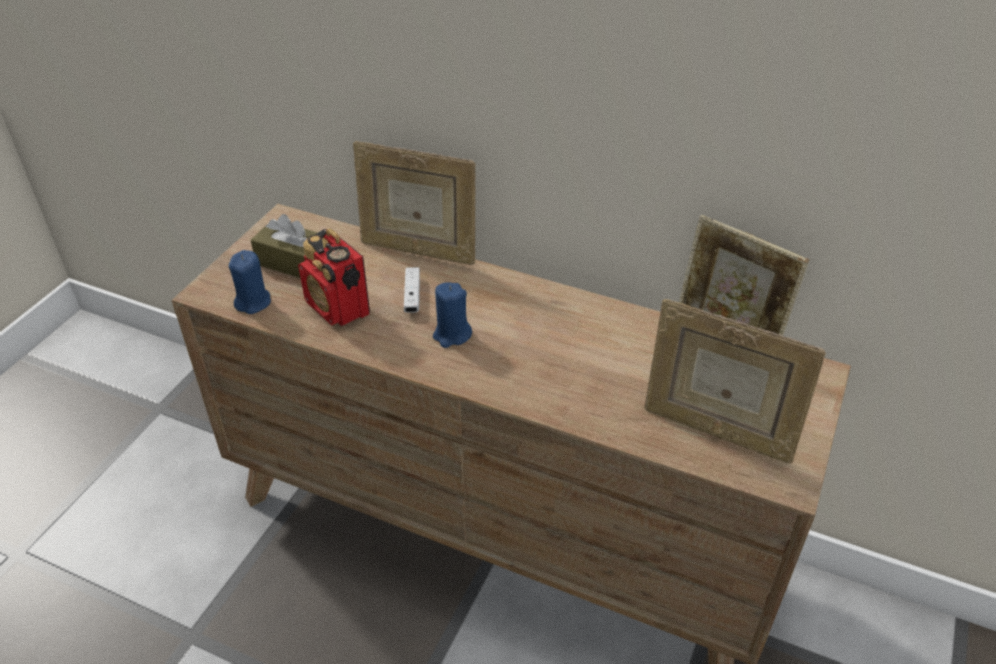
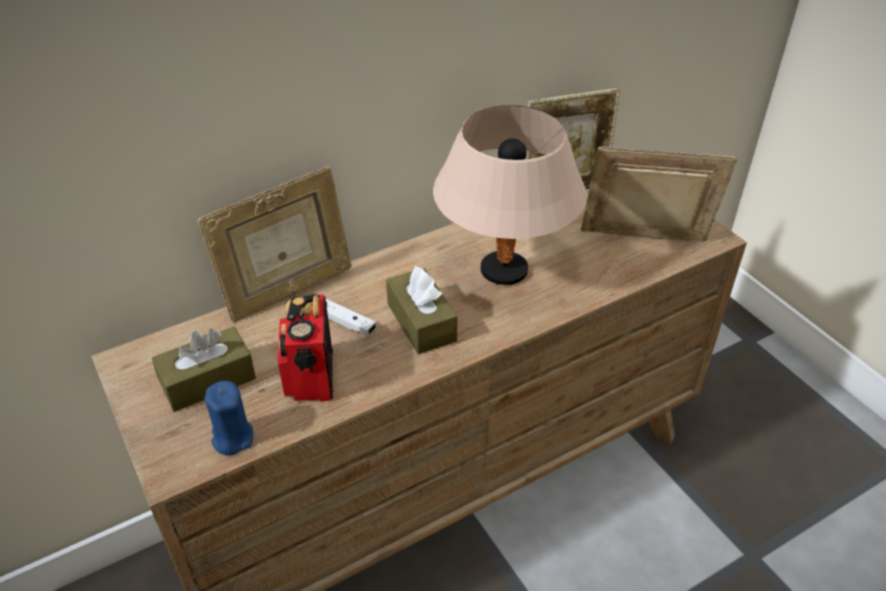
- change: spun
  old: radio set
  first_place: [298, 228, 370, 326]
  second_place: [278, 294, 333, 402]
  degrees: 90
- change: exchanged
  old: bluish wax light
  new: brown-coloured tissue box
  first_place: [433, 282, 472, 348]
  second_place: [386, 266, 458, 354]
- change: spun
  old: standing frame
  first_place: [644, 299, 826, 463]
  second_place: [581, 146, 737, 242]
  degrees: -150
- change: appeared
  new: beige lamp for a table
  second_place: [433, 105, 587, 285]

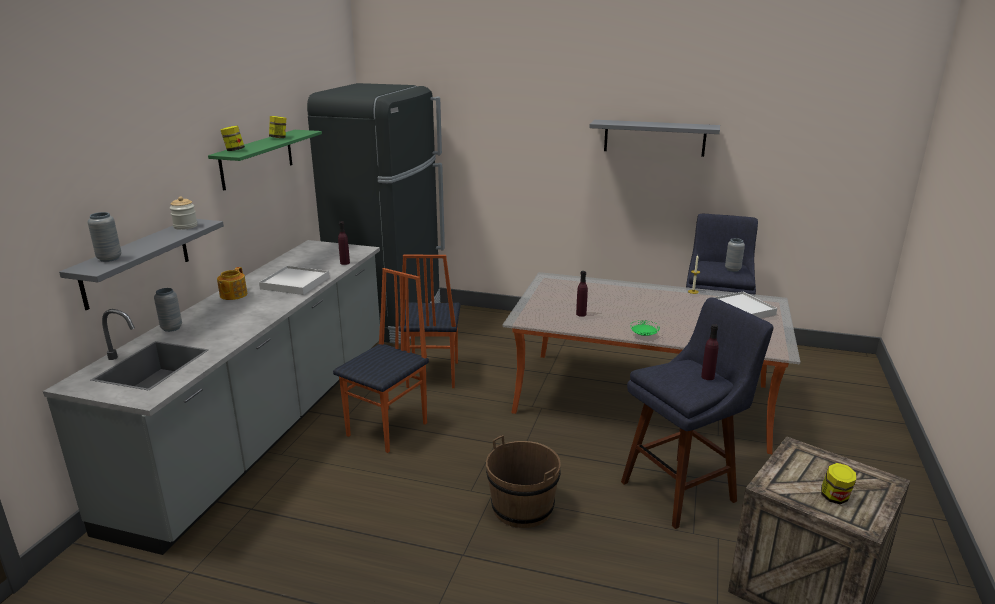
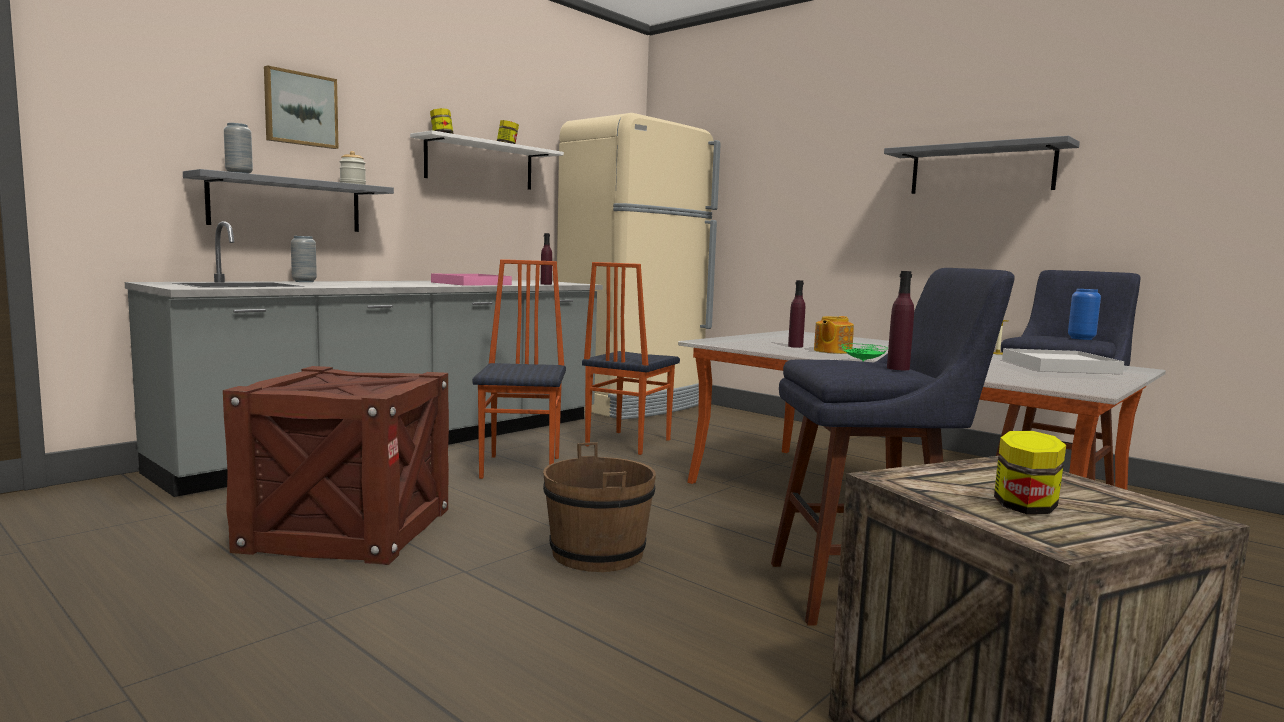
- change: colour
  old: green shelf
  new: white-coloured shelf
  first_place: [208, 130, 322, 191]
  second_place: [410, 130, 564, 190]
- change: relocated
  old: tea pot
  first_place: [217, 267, 247, 300]
  second_place: [814, 316, 854, 354]
- change: colour
  old: white-coloured carrying tray
  new: pink-coloured carrying tray
  first_place: [259, 266, 329, 295]
  second_place: [431, 274, 512, 286]
- change: colour
  old: black fridge
  new: beige fridge
  first_place: [307, 83, 445, 344]
  second_place: [557, 113, 721, 420]
- change: spun
  old: plain chair
  first_place: [333, 268, 429, 453]
  second_place: [472, 259, 566, 479]
  degrees: -60
- change: colour
  old: greyish vase
  new: bluish vase
  first_place: [725, 238, 745, 272]
  second_place: [1068, 289, 1101, 340]
- change: appeared
  new: crate
  second_place: [223, 366, 449, 565]
- change: appeared
  new: wall picture
  second_place: [264, 65, 338, 149]

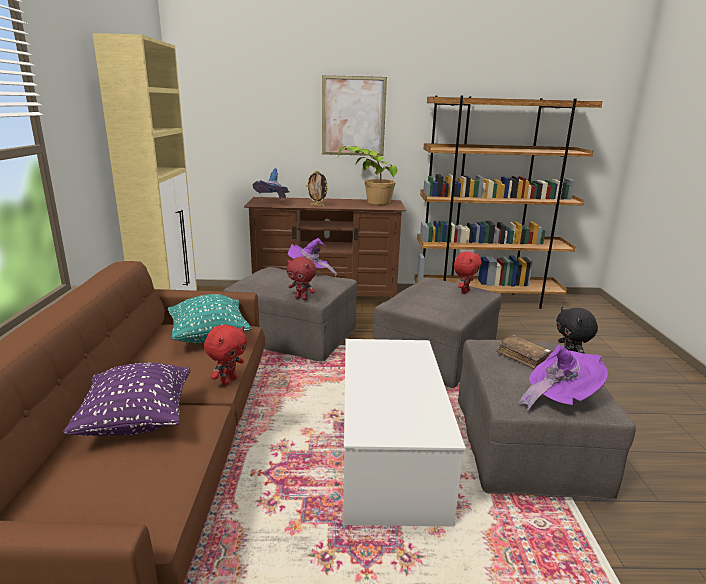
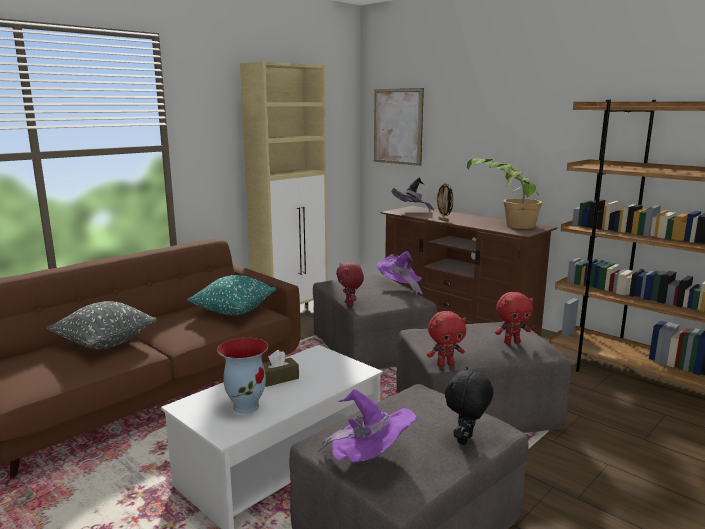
- change: colour
  old: purple throw pillow
  new: greyish throw pillow
  first_place: [63, 363, 190, 436]
  second_place: [47, 301, 157, 349]
- change: relocated
  old: red soft toy
  first_place: [204, 324, 247, 385]
  second_place: [427, 311, 466, 367]
- change: colour
  old: bluish clothing hat
  new: black clothing hat
  first_place: [253, 168, 290, 199]
  second_place: [391, 178, 435, 211]
- change: relocated
  old: wall picture
  first_place: [322, 75, 387, 156]
  second_place: [374, 88, 424, 166]
- change: missing
  old: brown-coloured volume
  first_place: [496, 334, 553, 370]
- change: appeared
  new: vase
  second_place: [217, 338, 268, 414]
- change: appeared
  new: brown-coloured tissue box
  second_place: [263, 350, 299, 387]

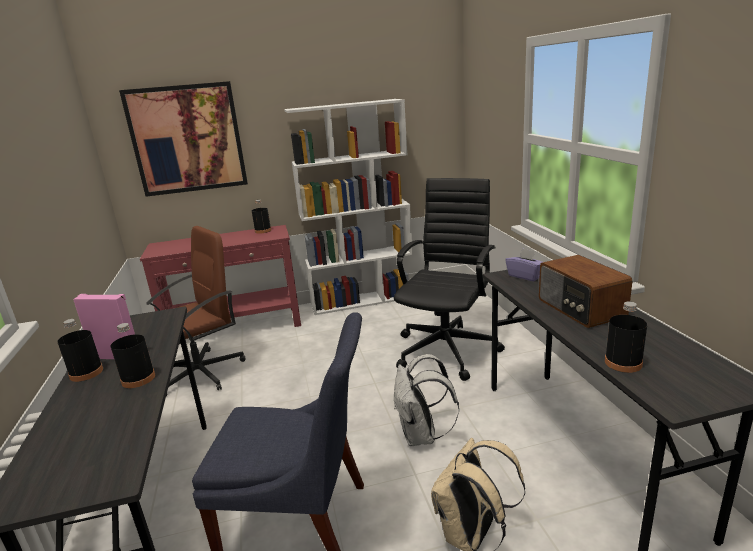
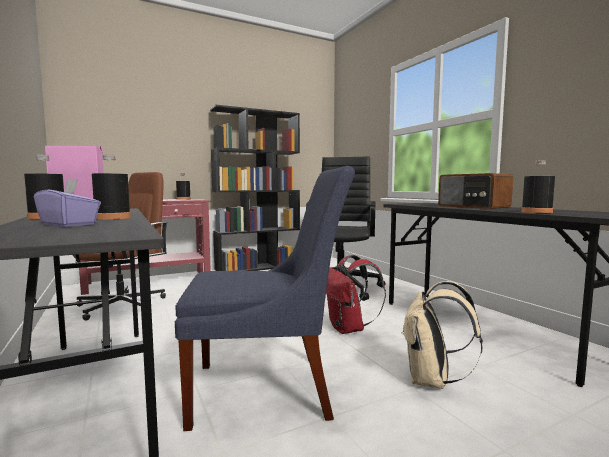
- change: missing
  old: wall picture
  first_place: [119, 81, 248, 197]
- change: colour
  old: white-coloured bookshelf
  new: black bookshelf
  first_place: [284, 99, 413, 315]
  second_place: [210, 105, 300, 271]
- change: colour
  old: white-coloured backpack
  new: red backpack
  first_place: [394, 354, 459, 446]
  second_place: [326, 255, 386, 334]
- change: relocated
  old: purple tissue box
  first_place: [505, 248, 543, 281]
  second_place: [34, 179, 101, 227]

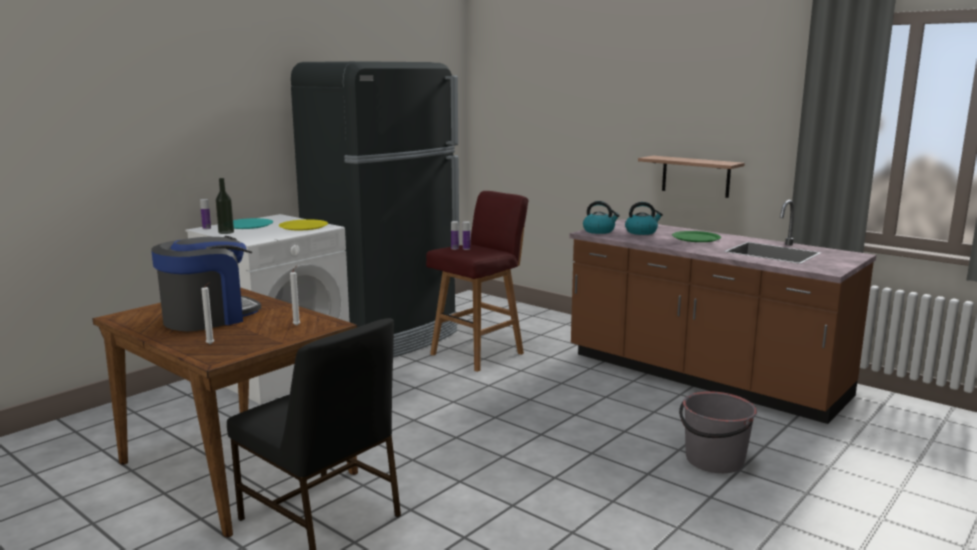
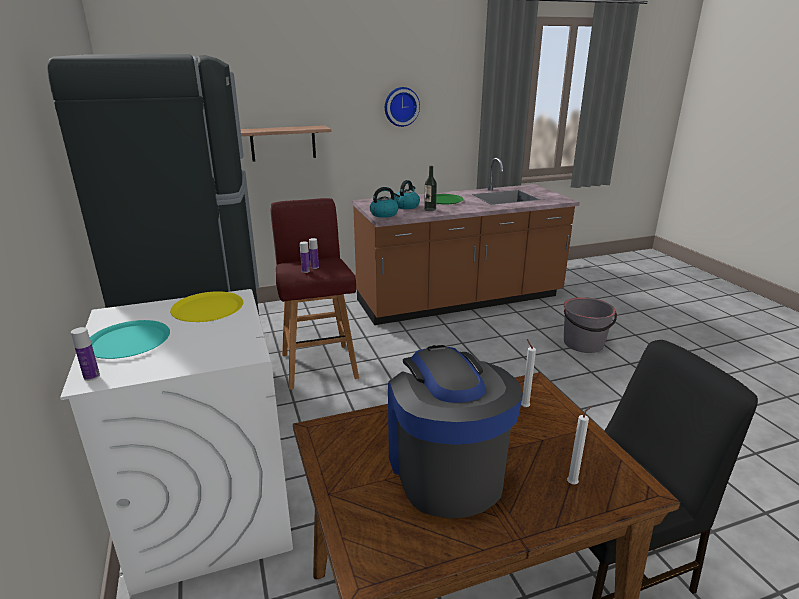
- change: relocated
  old: beverage bottle
  first_place: [215, 178, 234, 234]
  second_place: [424, 166, 437, 211]
- change: relocated
  old: shelf
  first_place: [638, 156, 745, 198]
  second_place: [240, 125, 331, 161]
- change: appeared
  new: wall clock
  second_place: [385, 87, 420, 127]

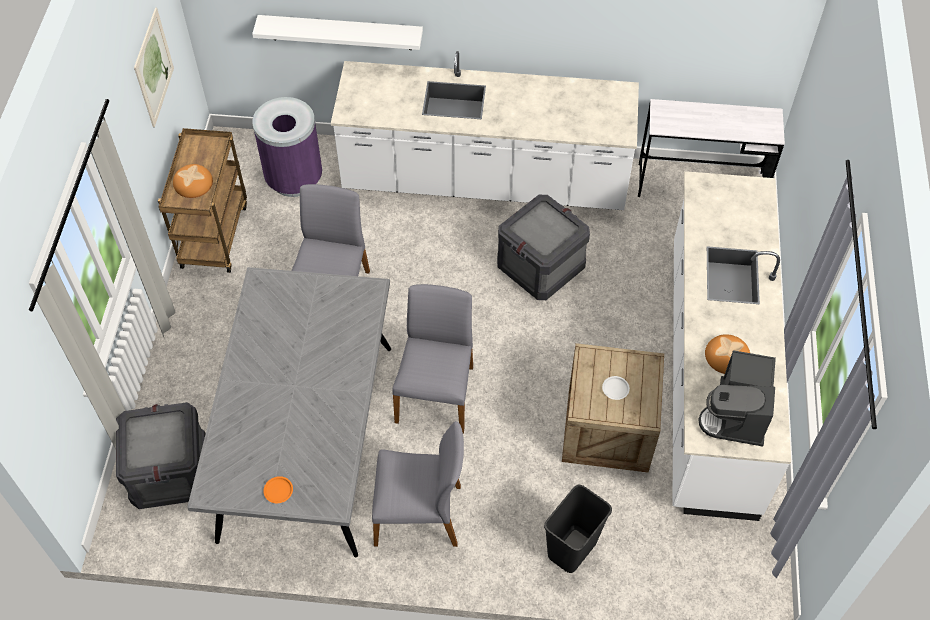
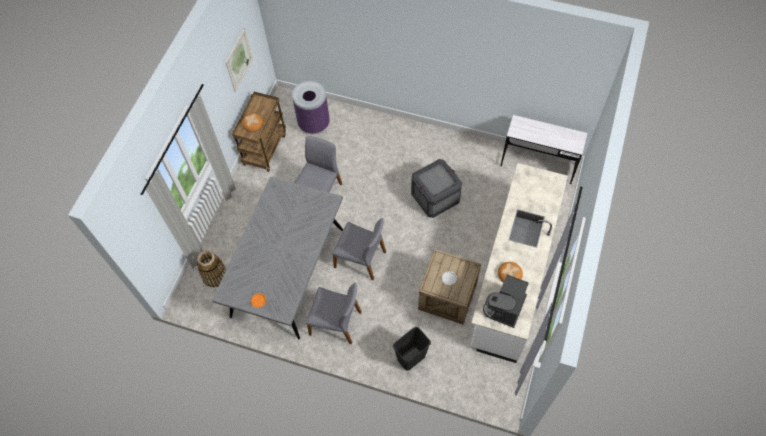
- change: exchanged
  old: crate
  new: household basket
  first_place: [116, 402, 206, 509]
  second_place: [197, 250, 227, 287]
- change: missing
  old: white-coloured shelf
  first_place: [252, 15, 423, 50]
- change: missing
  old: white-coloured kitchen counter
  first_place: [331, 51, 639, 210]
- change: spun
  old: greyish plain chair
  first_place: [392, 284, 473, 434]
  second_place: [332, 218, 386, 280]
  degrees: 90

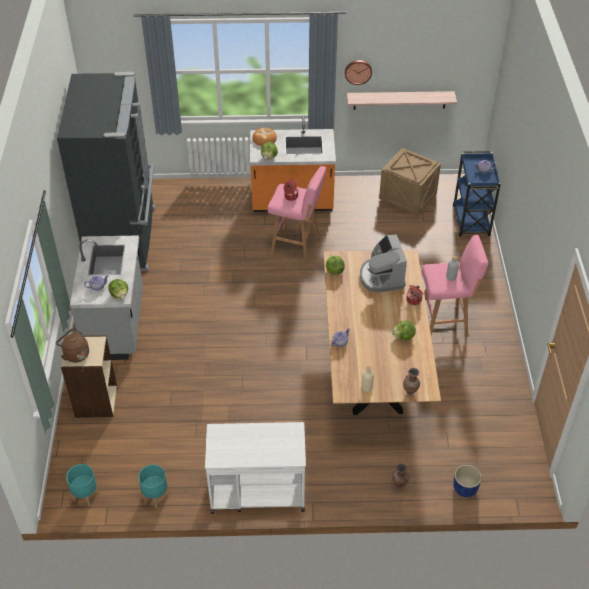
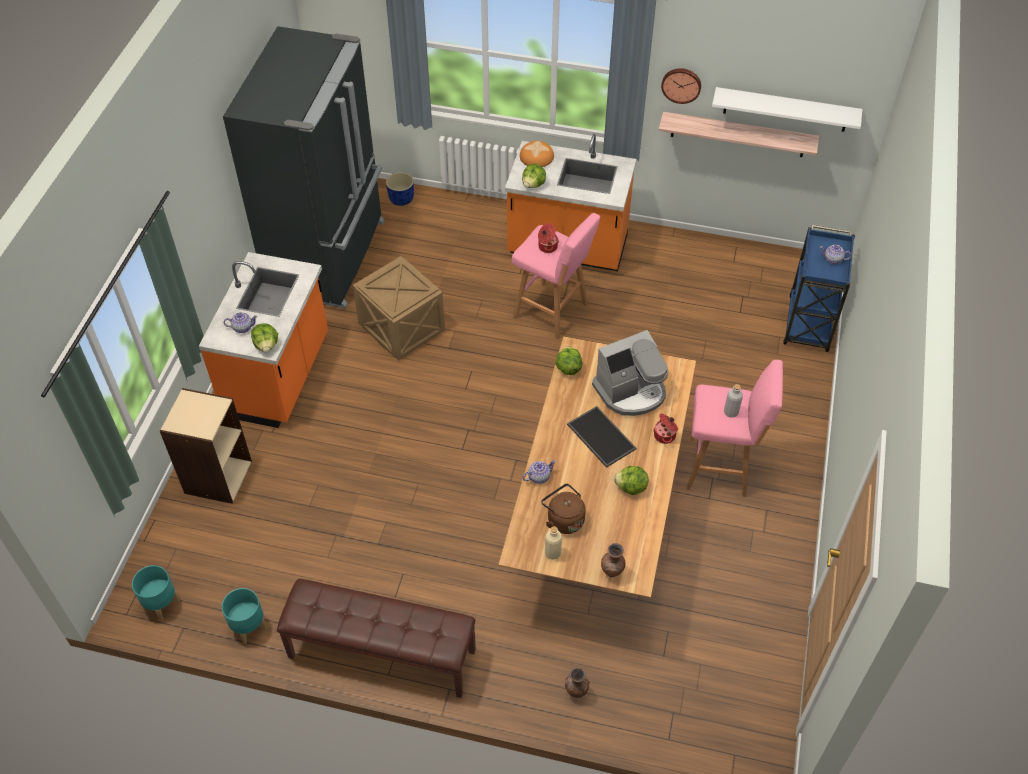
- change: relocated
  old: brown-coloured kettle
  first_place: [56, 329, 89, 363]
  second_place: [541, 484, 586, 534]
- change: colour
  old: greyish kitchen counter
  new: orangey kitchen counter
  first_place: [70, 236, 143, 360]
  second_place: [199, 252, 328, 428]
- change: exchanged
  old: white-coloured wheeled cart
  new: brown-coloured bench
  first_place: [205, 422, 306, 514]
  second_place: [277, 579, 476, 698]
- change: spun
  old: coffee machine
  first_place: [360, 234, 407, 293]
  second_place: [592, 330, 668, 416]
  degrees: -120
- change: relocated
  old: crate
  first_place: [379, 148, 441, 215]
  second_place: [353, 256, 445, 361]
- change: relocated
  old: bluish plant pot
  first_place: [454, 465, 482, 497]
  second_place: [386, 172, 414, 206]
- change: appeared
  new: carrying tray
  second_place: [567, 406, 636, 468]
- change: appeared
  new: white-coloured shelf
  second_place: [712, 87, 863, 132]

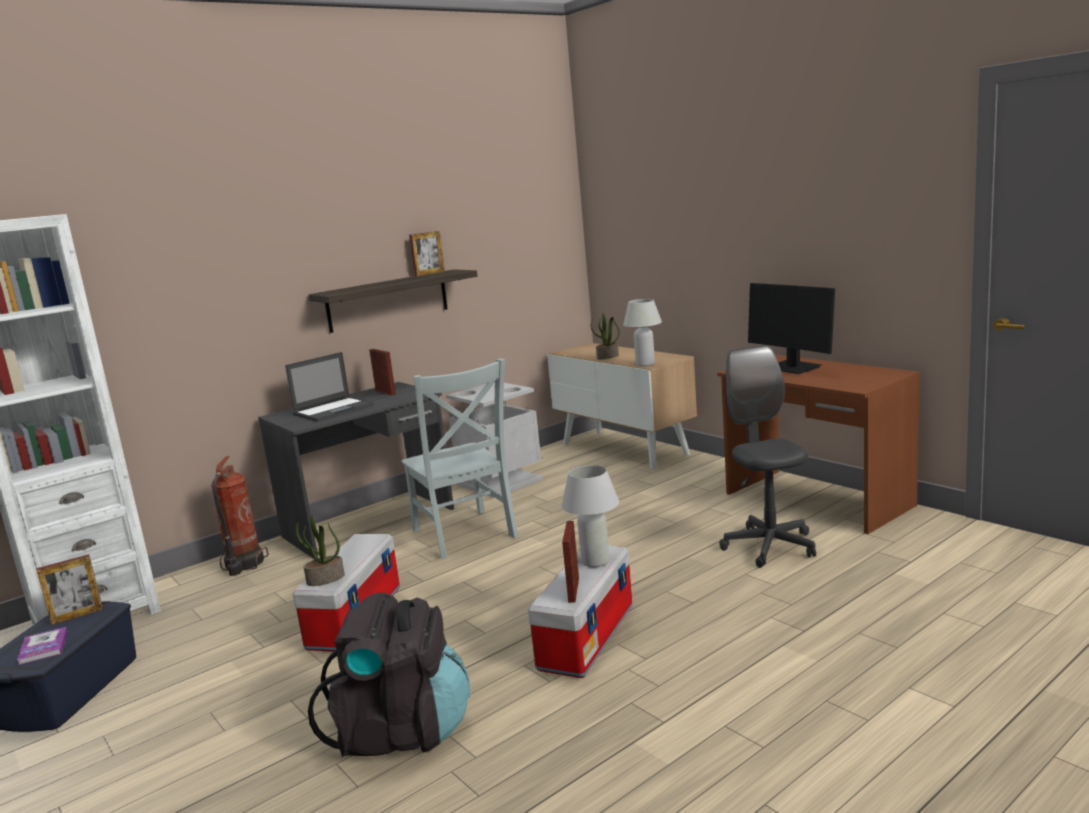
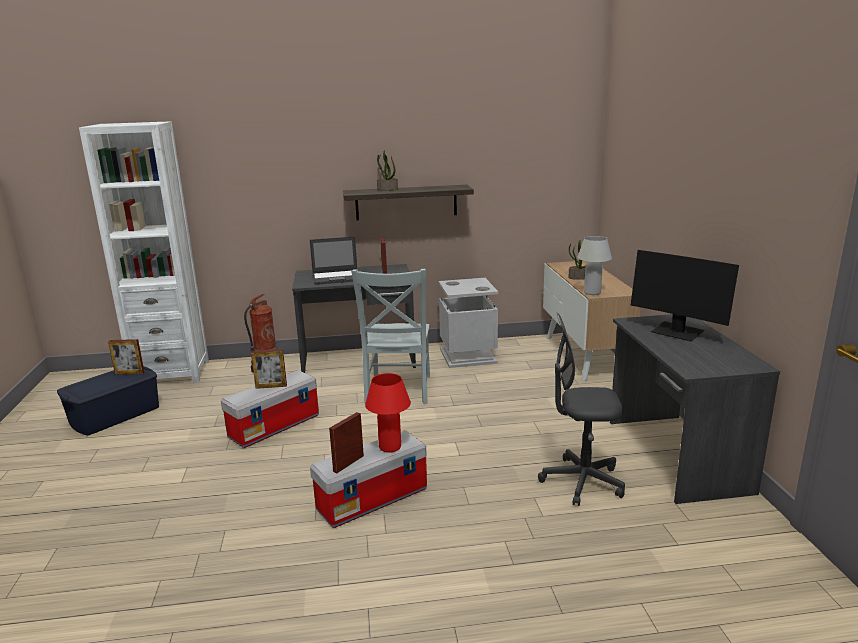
- change: missing
  old: volume
  first_place: [17, 627, 68, 665]
- change: relocated
  old: plant in a pot
  first_place: [296, 515, 345, 586]
  second_place: [377, 150, 398, 191]
- change: missing
  old: black backpack
  first_place: [308, 593, 470, 757]
- change: relocated
  old: standing frame
  first_place: [409, 231, 445, 276]
  second_place: [251, 349, 287, 389]
- change: colour
  old: white-coloured lamp for a table
  new: red lamp for a table
  first_place: [561, 465, 619, 567]
  second_place: [365, 373, 411, 453]
- change: colour
  old: brown-coloured desk
  new: greyish desk
  first_place: [717, 355, 920, 534]
  second_place: [610, 314, 780, 504]
- change: spun
  old: greyish desk chair
  first_place: [719, 345, 816, 568]
  second_place: [538, 313, 625, 506]
  degrees: -105
- change: spun
  old: computer display
  first_place: [748, 283, 835, 374]
  second_place: [630, 250, 739, 341]
  degrees: -45

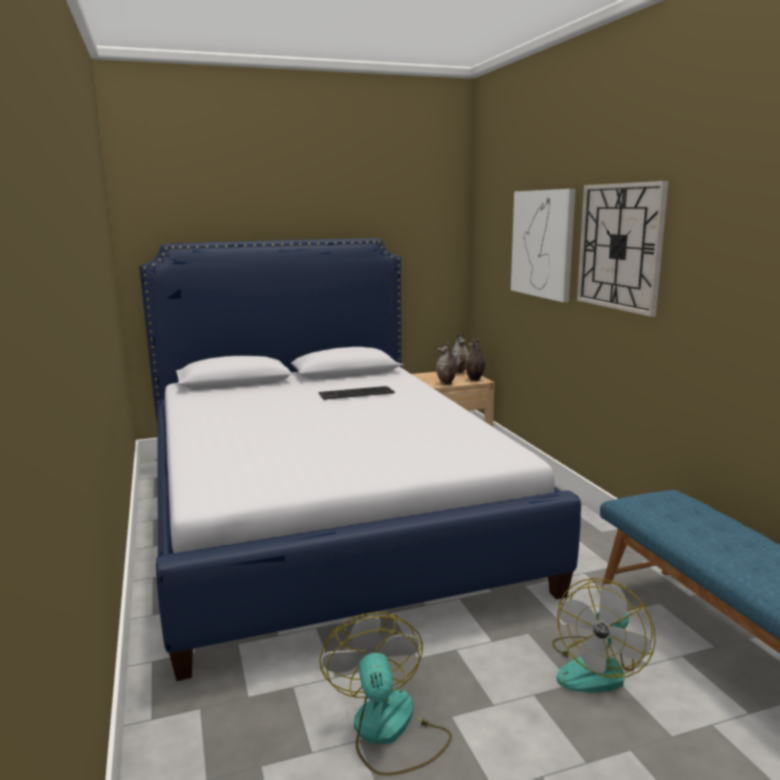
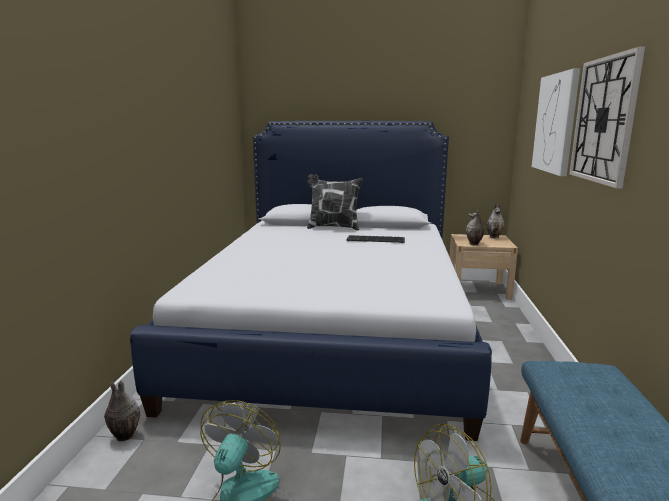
- change: relocated
  old: vase
  first_place: [465, 338, 486, 381]
  second_place: [104, 380, 140, 441]
- change: appeared
  new: throw pillow
  second_place: [307, 174, 363, 231]

